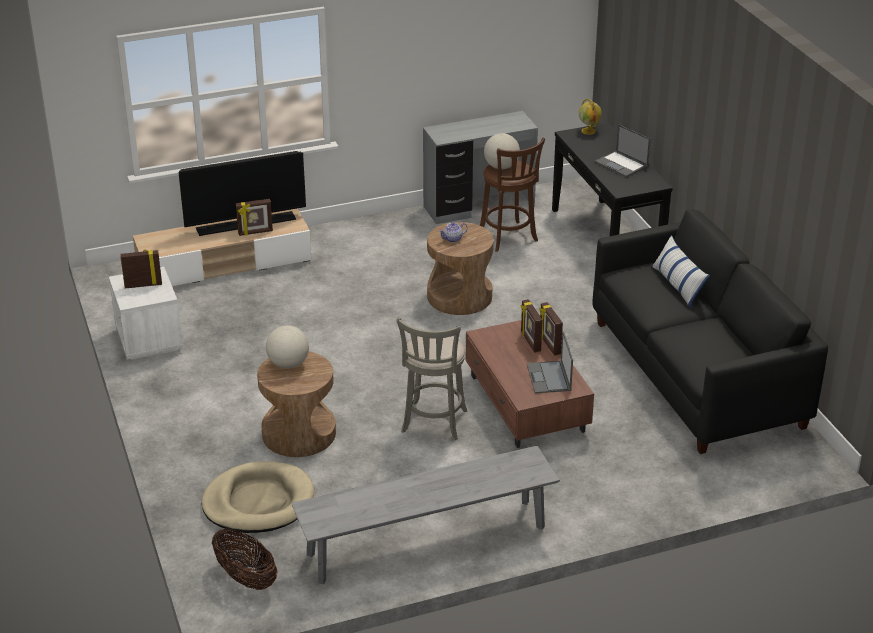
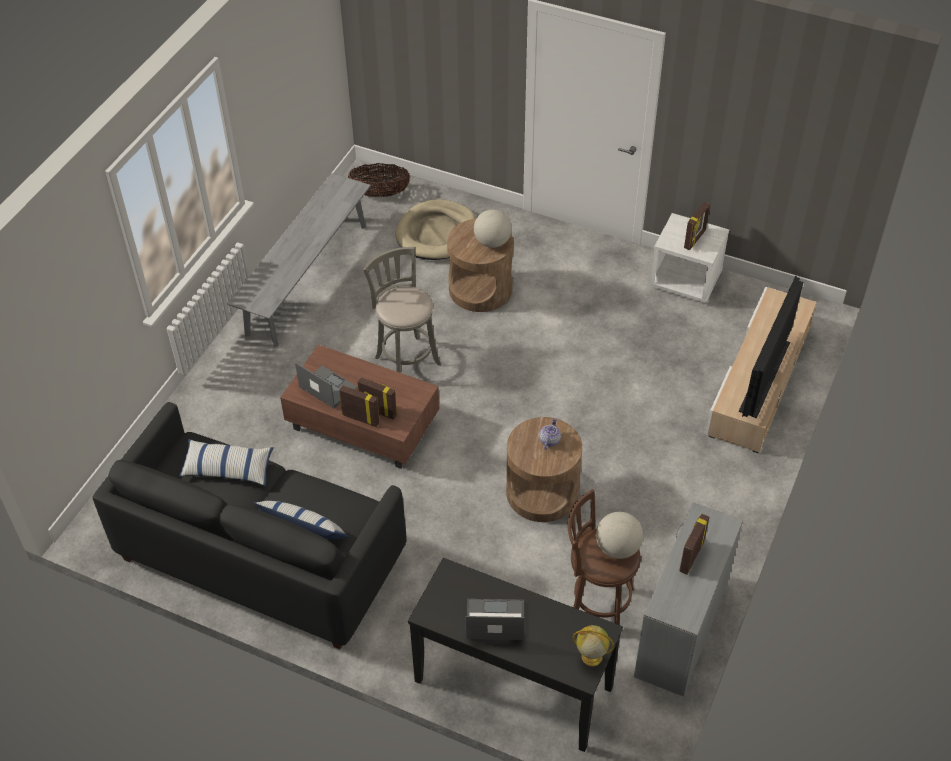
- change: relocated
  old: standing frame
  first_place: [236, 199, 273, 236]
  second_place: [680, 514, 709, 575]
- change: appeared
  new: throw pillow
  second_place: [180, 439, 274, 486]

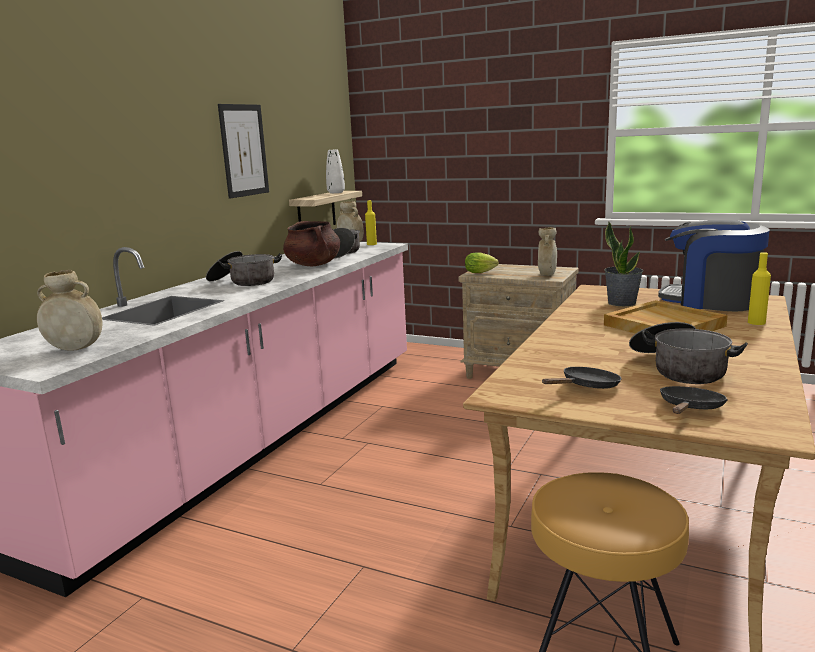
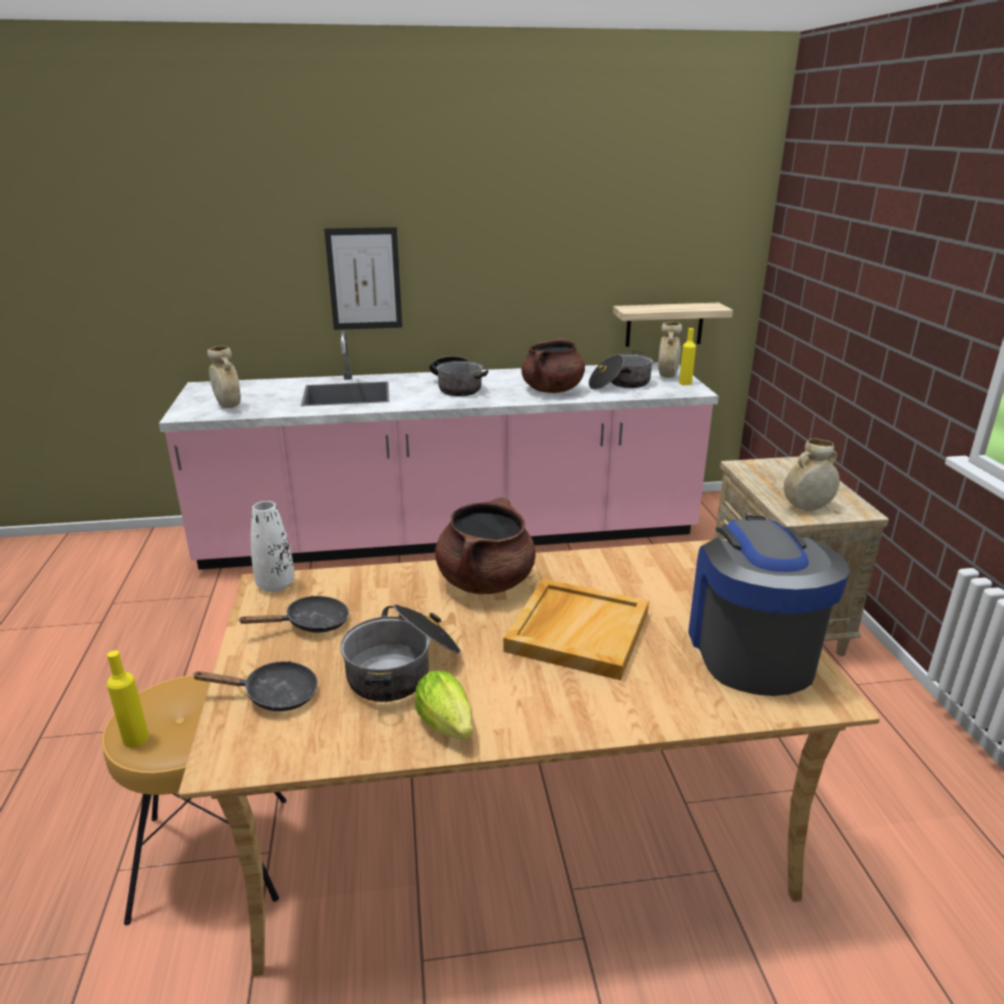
- change: relocated
  old: wall picture
  first_place: [218, 104, 269, 199]
  second_place: [324, 227, 402, 330]
- change: relocated
  old: white-coloured vase
  first_place: [326, 149, 345, 193]
  second_place: [251, 501, 295, 592]
- change: relocated
  old: lettuce
  first_place: [465, 253, 499, 273]
  second_place: [415, 670, 473, 739]
- change: spun
  old: black skillet
  first_place: [542, 367, 621, 389]
  second_place: [238, 596, 349, 633]
  degrees: -45
- change: missing
  old: plant in a pot
  first_place: [604, 221, 643, 306]
- change: relocated
  old: yellow beverage bottle
  first_place: [748, 252, 771, 325]
  second_place: [107, 650, 149, 747]
- change: appeared
  new: brown-coloured stockpot
  second_place: [435, 497, 536, 594]

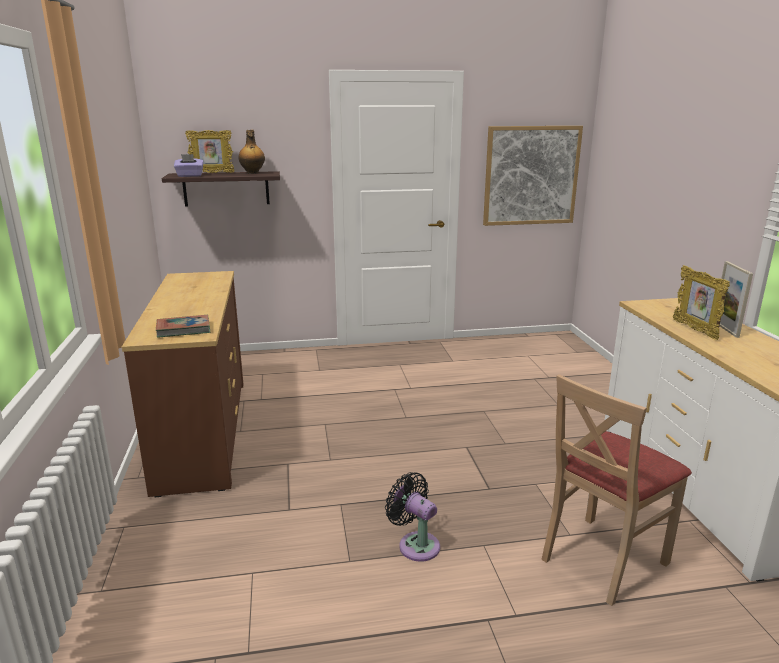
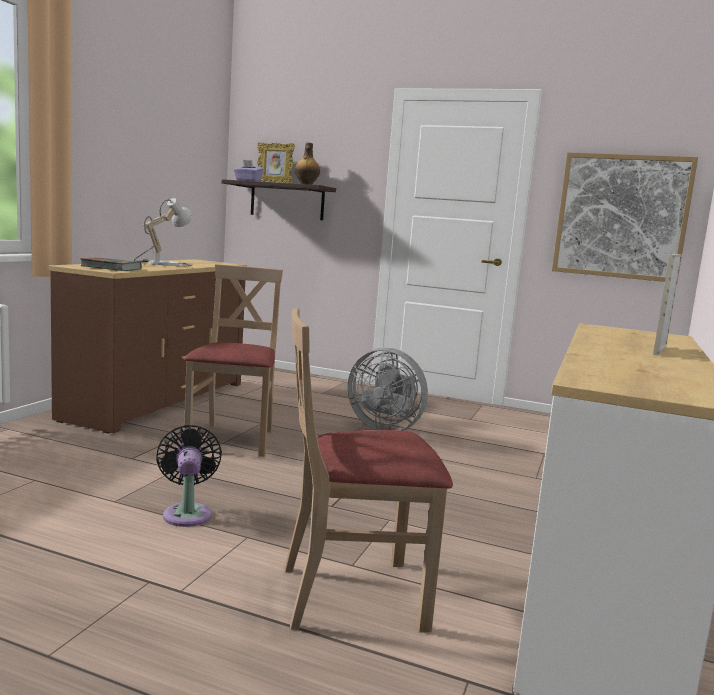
- change: missing
  old: standing frame
  first_place: [673, 265, 730, 340]
- change: appeared
  new: lamp for a table
  second_place: [133, 198, 193, 267]
- change: appeared
  new: beige plain chair
  second_place: [184, 264, 283, 457]
- change: appeared
  new: greyish cooling fan
  second_place: [348, 348, 428, 431]

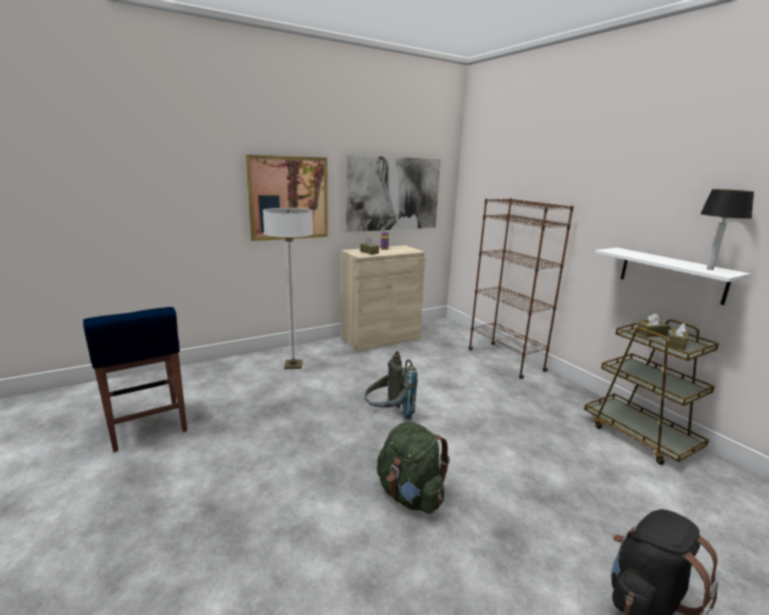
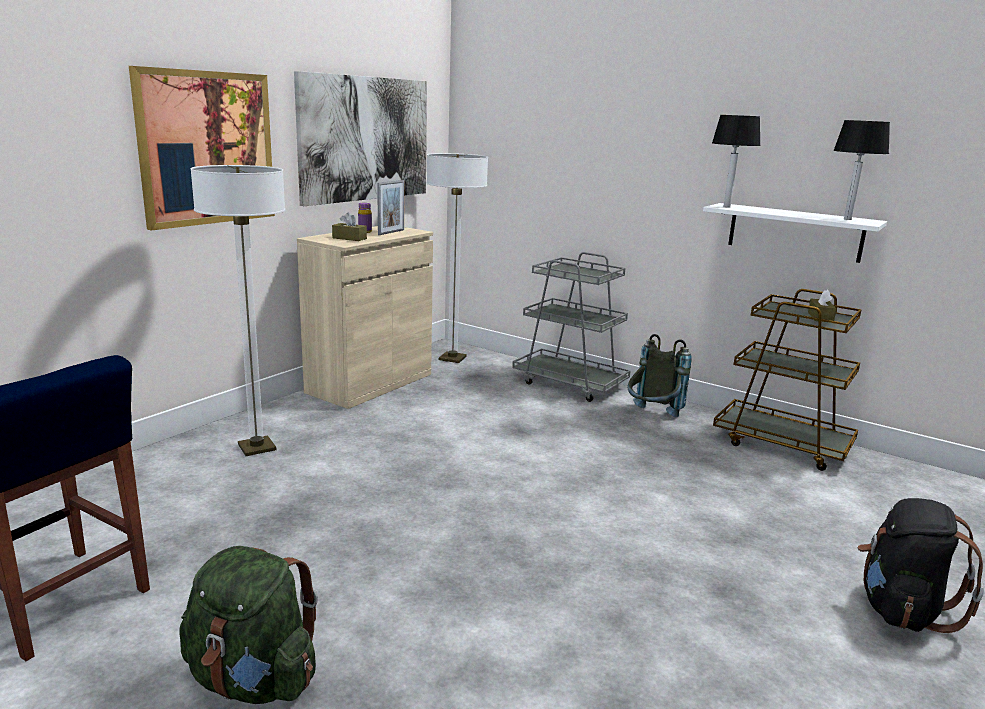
- change: relocated
  old: greyish backpack
  first_place: [364, 351, 418, 421]
  second_place: [628, 334, 692, 417]
- change: relocated
  old: green backpack
  first_place: [377, 422, 450, 514]
  second_place: [179, 546, 318, 704]
- change: exchanged
  old: brown-coloured bookshelf
  new: greyish wheeled cart
  first_place: [469, 198, 574, 379]
  second_place: [512, 252, 631, 402]
- change: missing
  old: brown-coloured tissue box
  first_place: [637, 313, 670, 337]
- change: appeared
  new: standing frame
  second_place: [377, 180, 404, 235]
- change: appeared
  new: floor lamp
  second_place: [426, 153, 488, 363]
- change: appeared
  new: lamp for a table
  second_place: [712, 115, 761, 207]

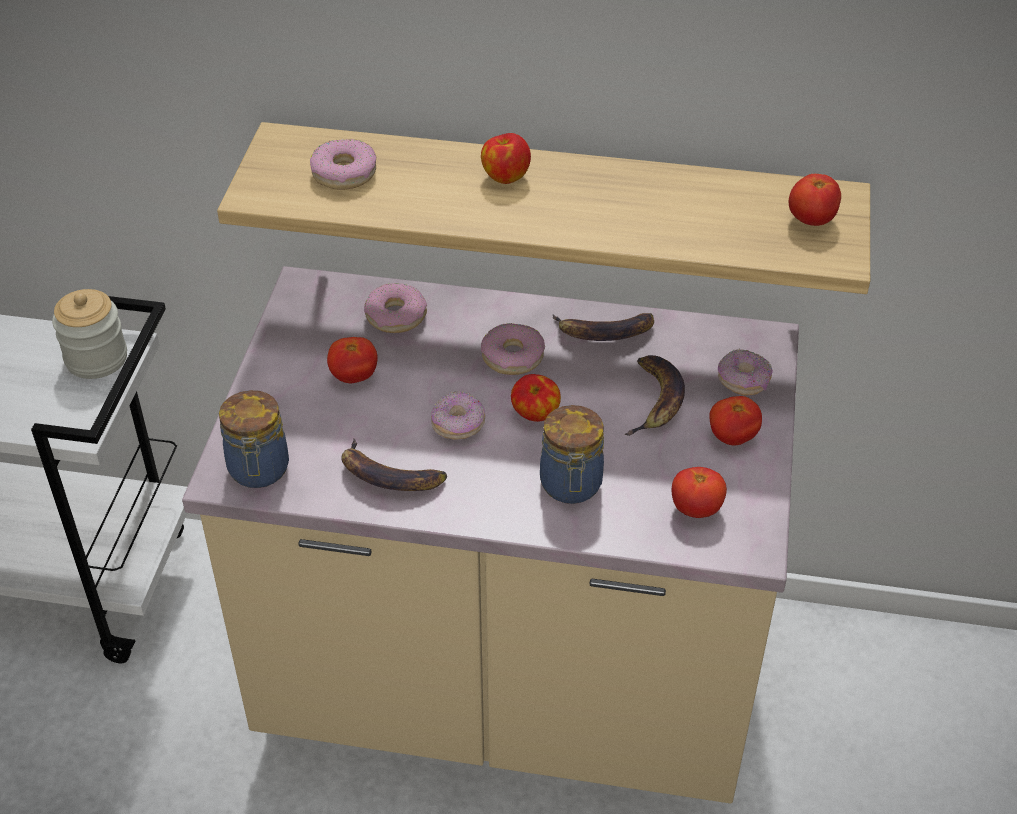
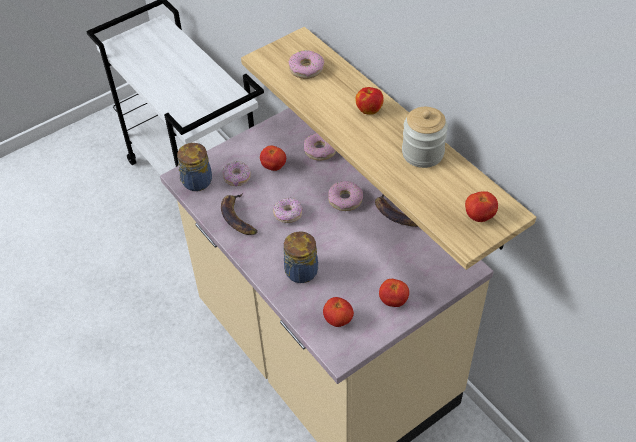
- change: relocated
  old: preserve jar
  first_place: [52, 289, 127, 379]
  second_place: [402, 107, 448, 168]
- change: missing
  old: apple fruit
  first_place: [511, 374, 561, 422]
- change: missing
  old: whole banana
  first_place: [625, 355, 685, 436]
- change: relocated
  old: ring doughnut
  first_place: [718, 349, 773, 396]
  second_place: [222, 161, 251, 187]

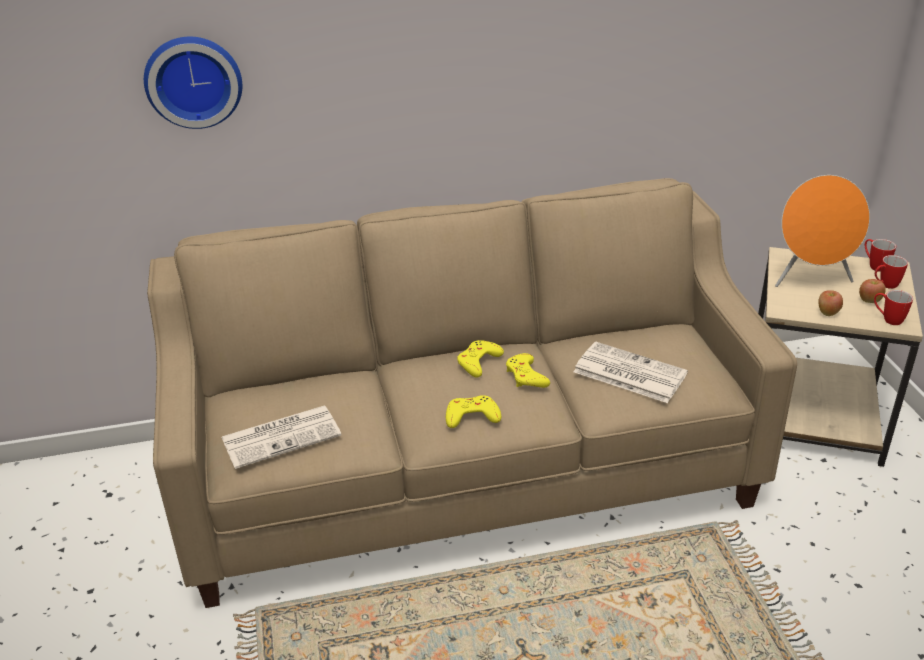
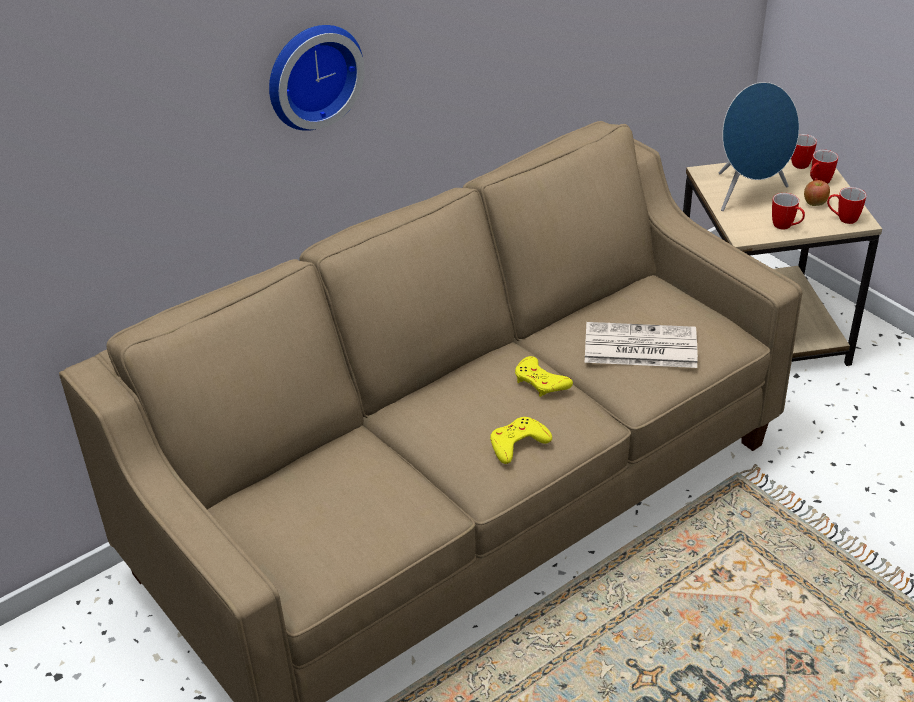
- change: relocated
  old: wall clock
  first_place: [144, 37, 242, 129]
  second_place: [269, 25, 365, 131]
- change: missing
  old: printed paper
  first_place: [221, 405, 341, 469]
- change: missing
  old: yellow gamepad
  first_place: [457, 340, 504, 378]
- change: colour
  old: orangey speaker
  new: bluish speaker
  first_place: [775, 175, 870, 287]
  second_place: [719, 82, 799, 211]
- change: exchanged
  old: apple fruit
  new: coffee mug
  first_place: [818, 290, 843, 316]
  second_place: [772, 193, 805, 230]

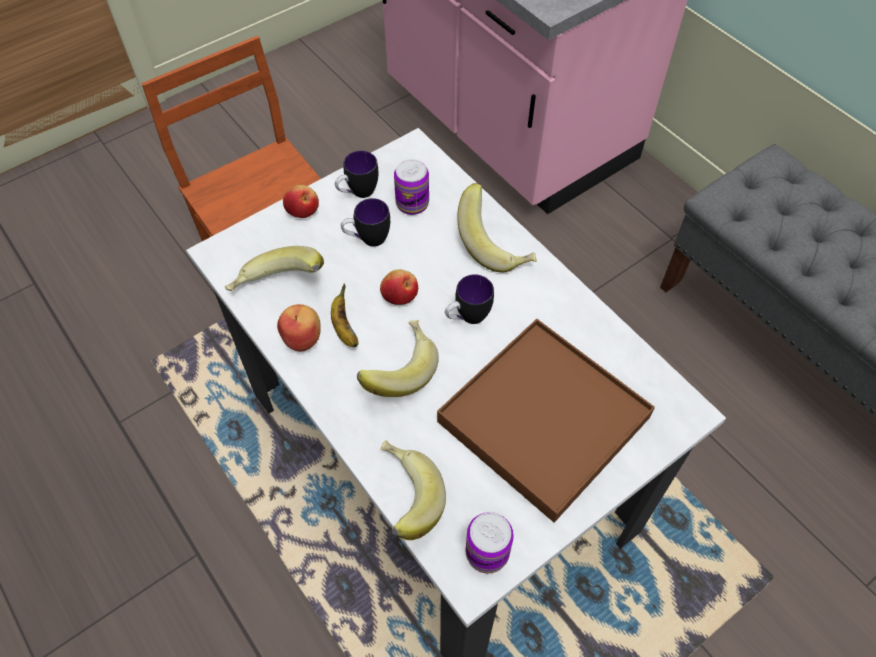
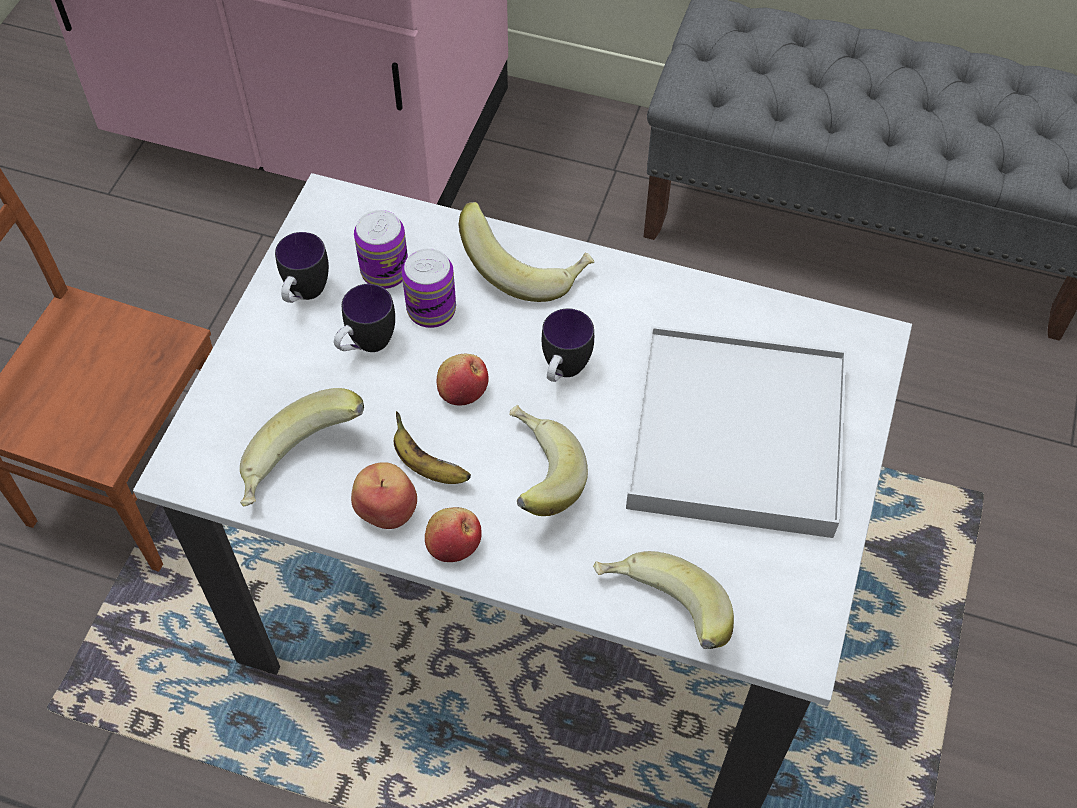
- change: relocated
  old: apple fruit
  first_place: [283, 185, 319, 218]
  second_place: [425, 507, 482, 562]
- change: colour
  old: brown-coloured carrying tray
  new: white-coloured carrying tray
  first_place: [437, 319, 655, 522]
  second_place: [626, 326, 847, 538]
- change: relocated
  old: can
  first_place: [465, 512, 514, 573]
  second_place: [402, 248, 456, 328]

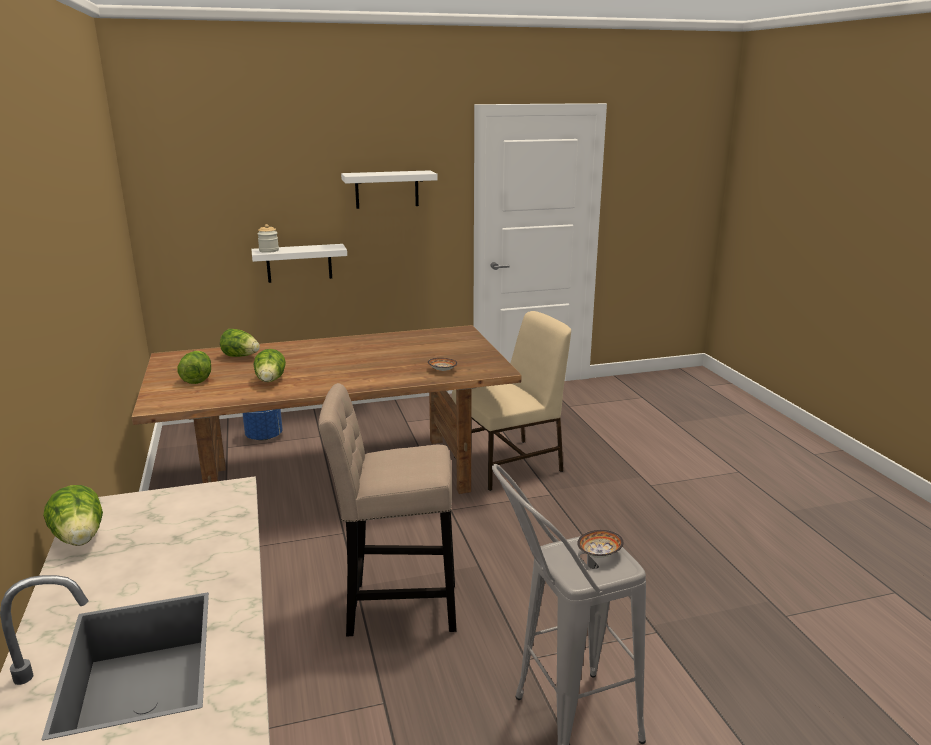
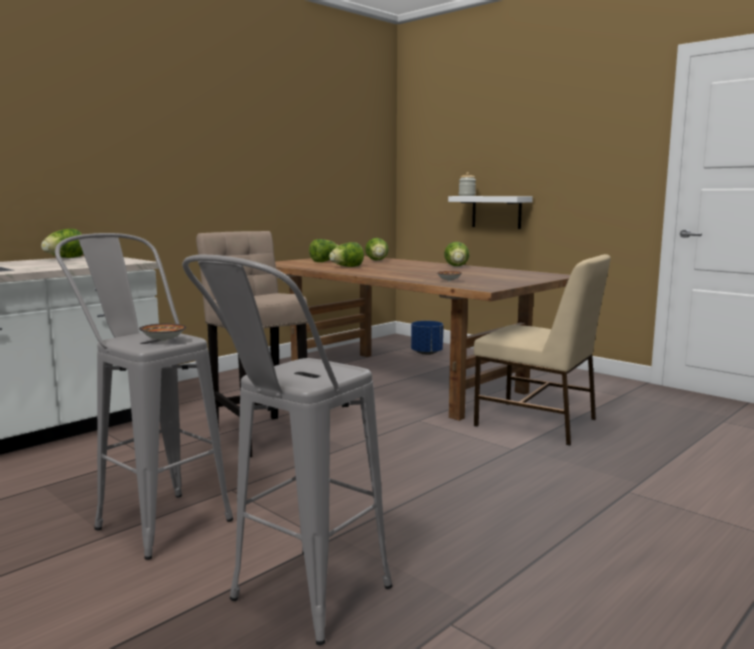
- change: missing
  old: white-coloured shelf
  first_place: [341, 170, 438, 209]
- change: appeared
  new: greyish stool
  second_place: [182, 254, 392, 645]
- change: appeared
  new: lettuce
  second_place: [444, 242, 469, 266]

